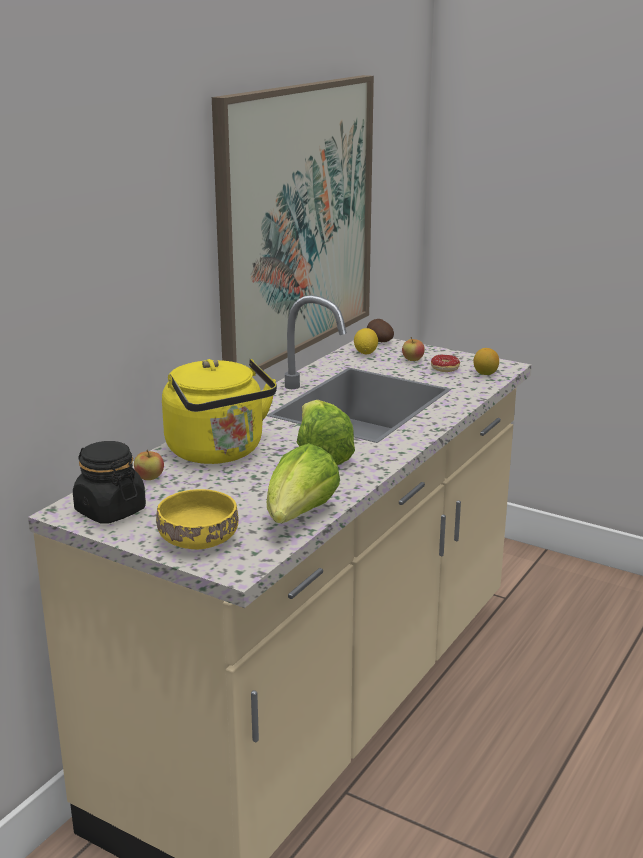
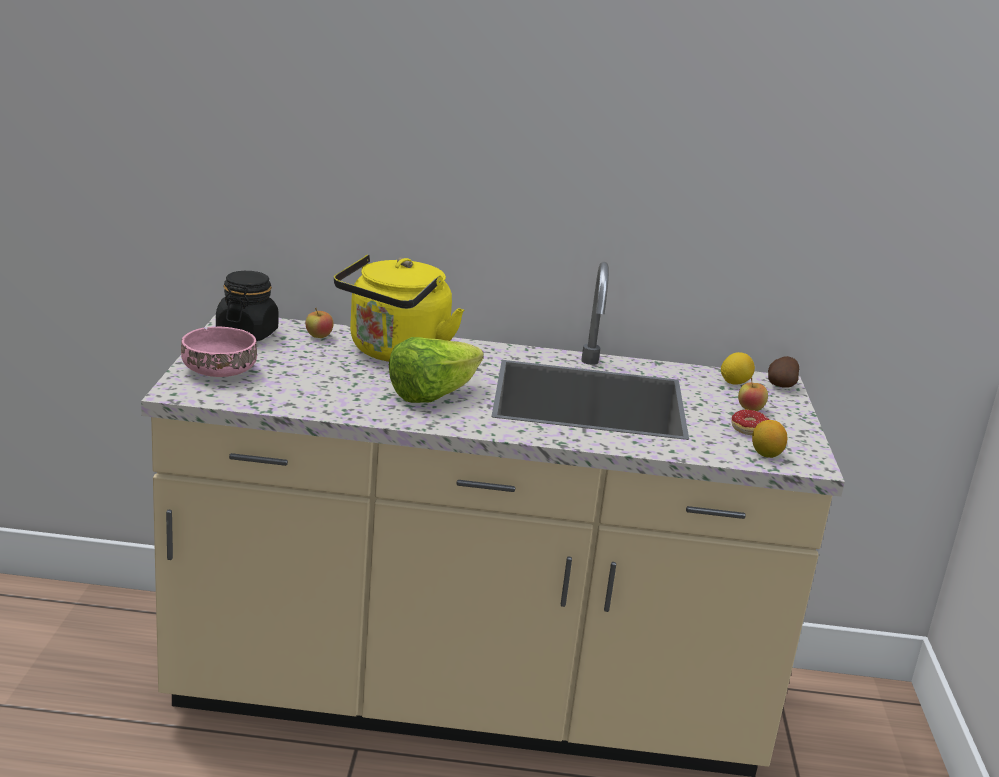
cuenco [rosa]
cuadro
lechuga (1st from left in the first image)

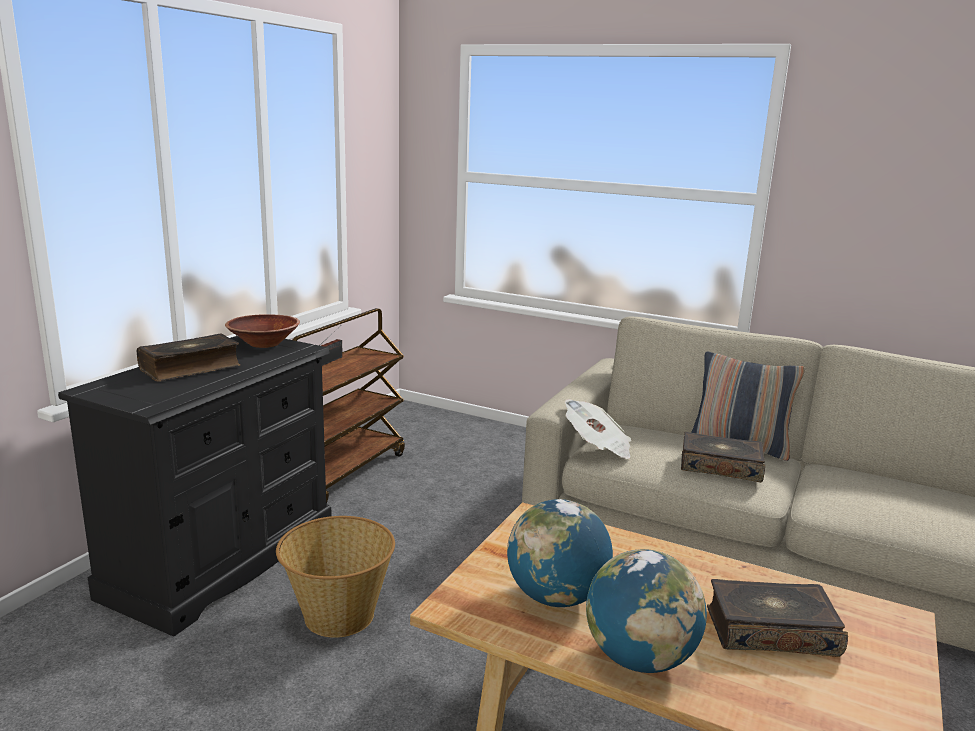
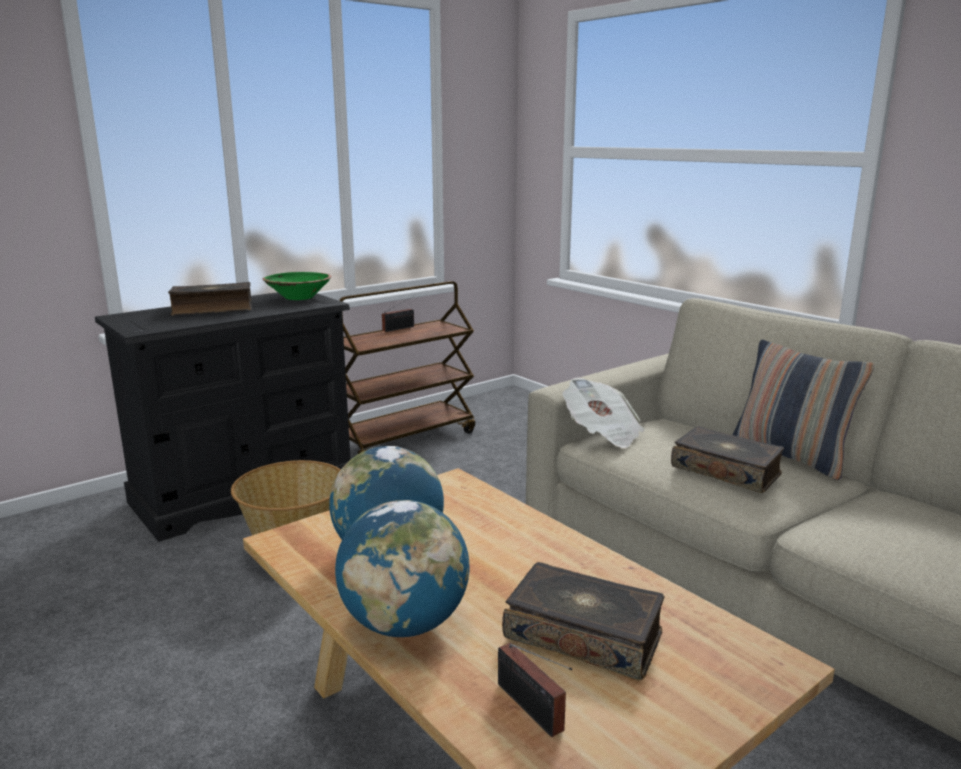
cuenco [verde]
radio (2nd from left)

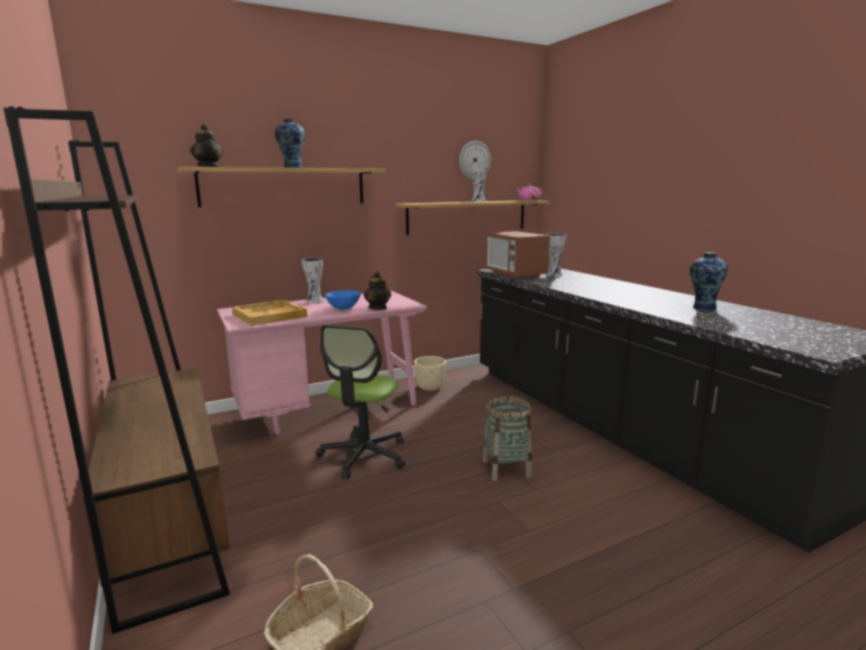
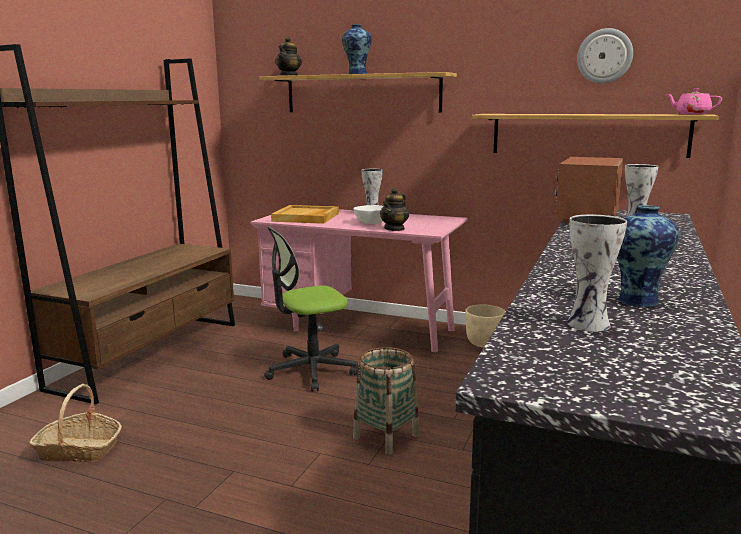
cuenco [blanco]
florero (3rd from left)

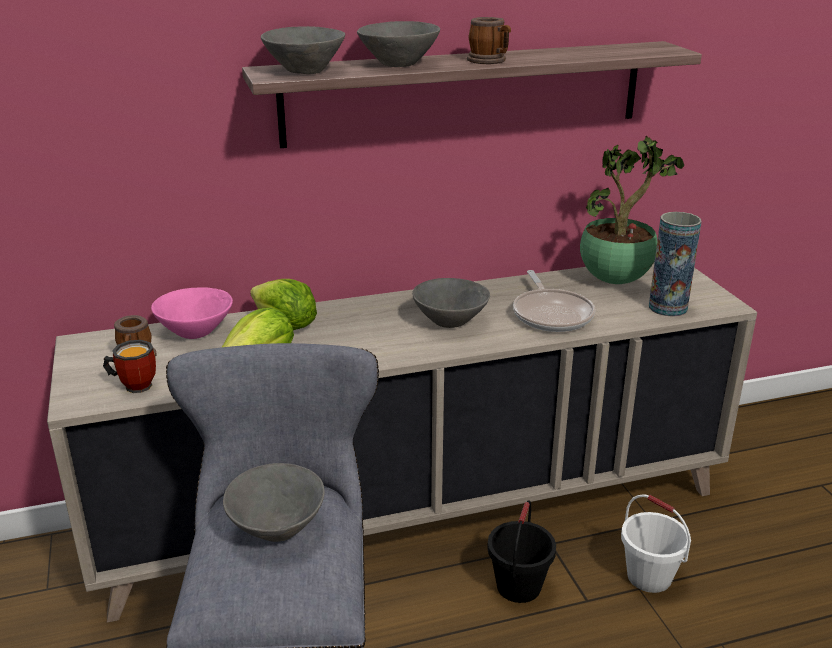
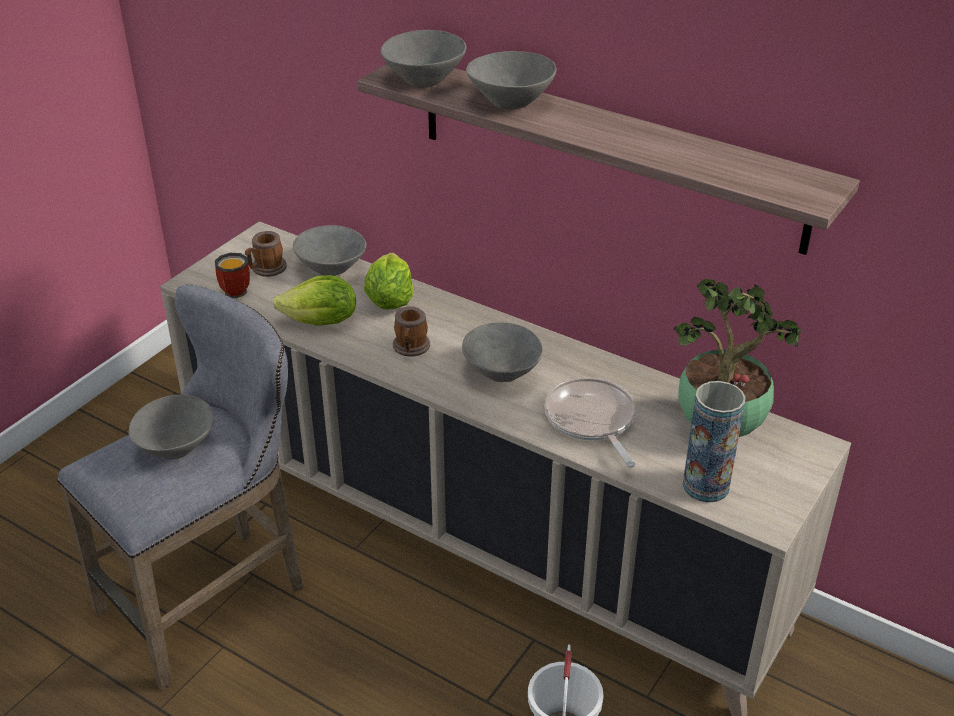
cuenco [gris] (2nd from left)
taza grande (3rd from left)
cubo [negro]
sartén

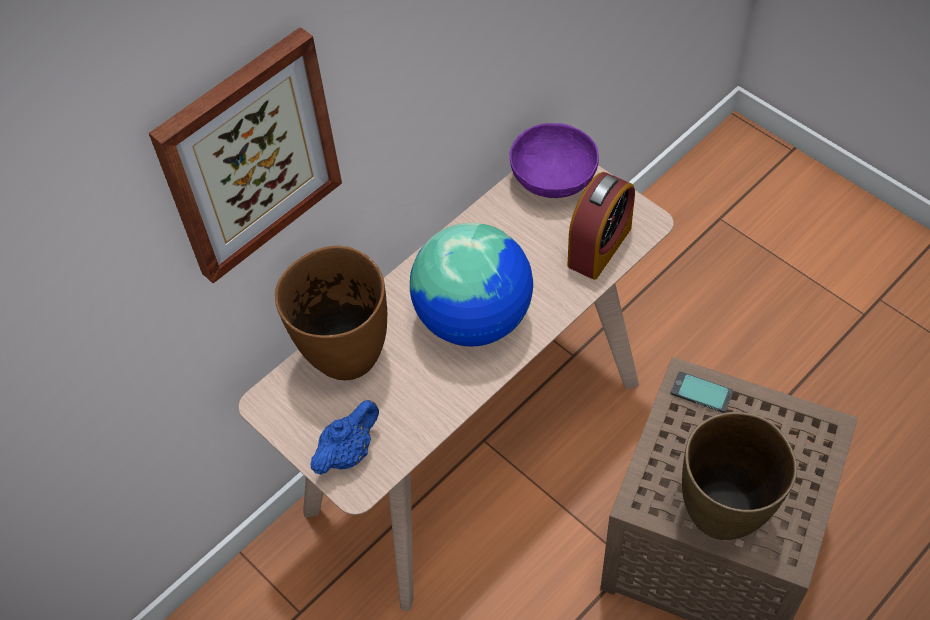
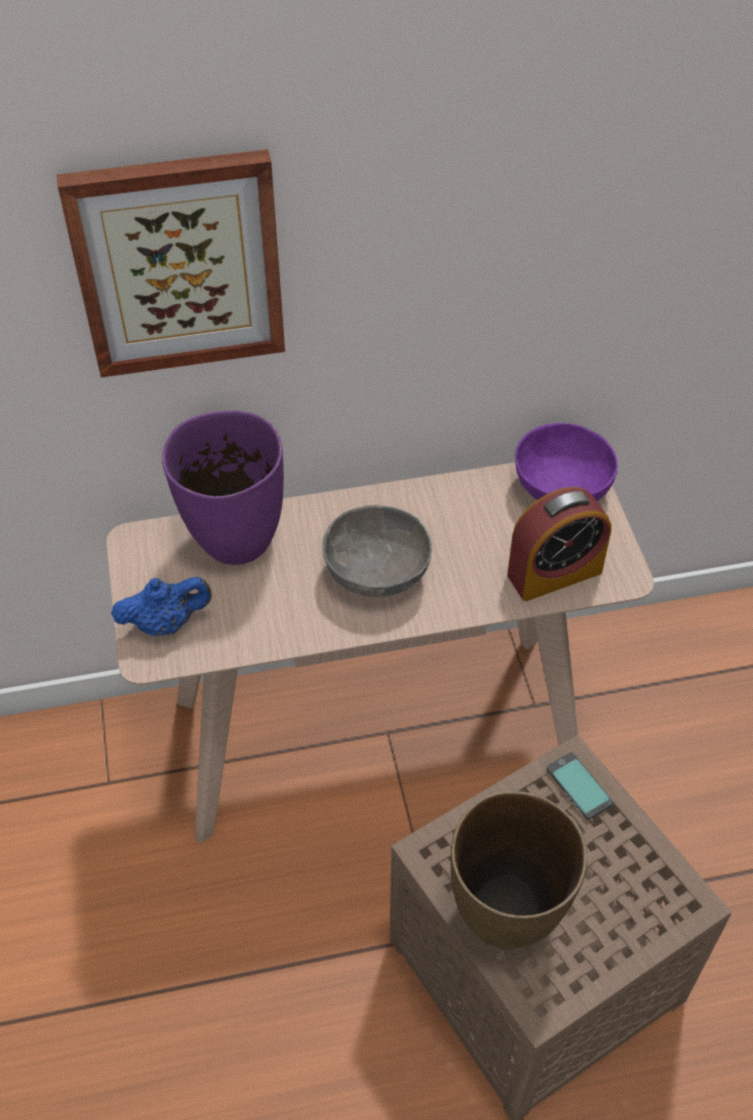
florero [morado]
cuenco [gris]

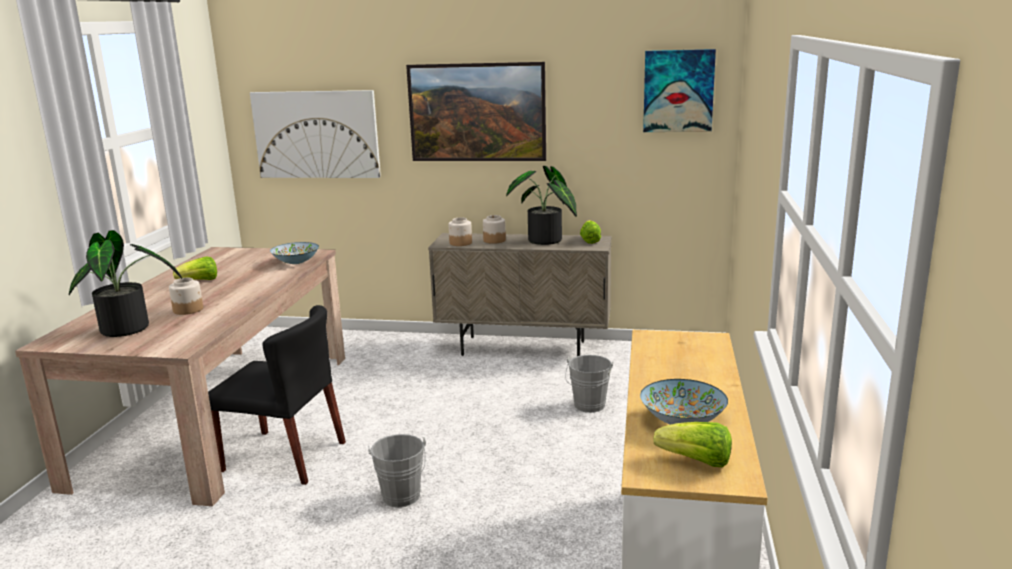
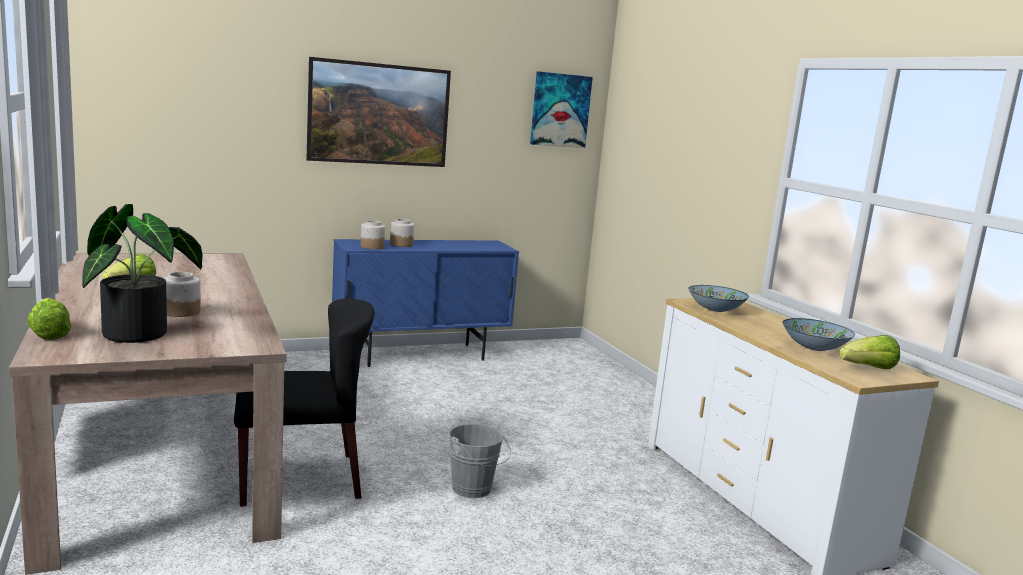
cuadro (1st from left in the first image)
cuenco (1st from left)
armario [azul]
planta en maceta (2nd from left in the first image)
cubo [gris] (2nd from left in the first image)
lechuga (1st from left)

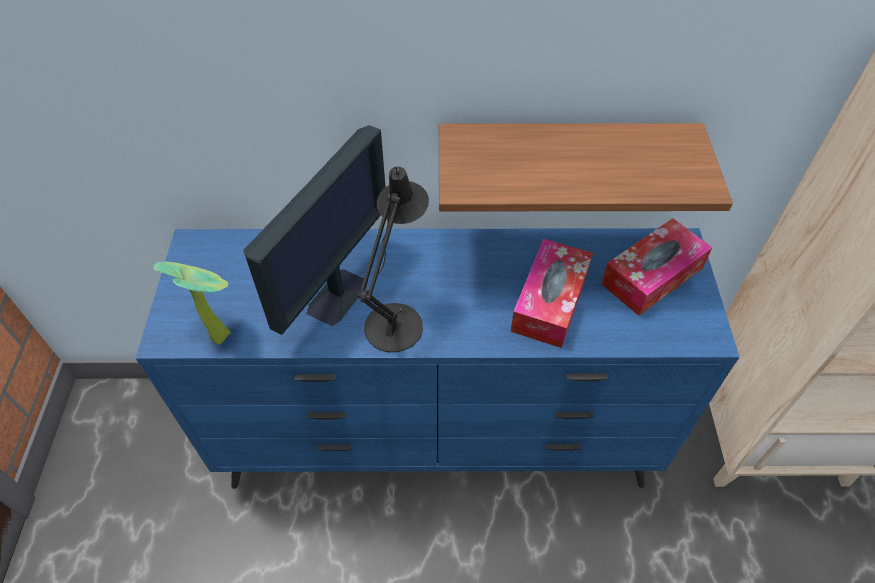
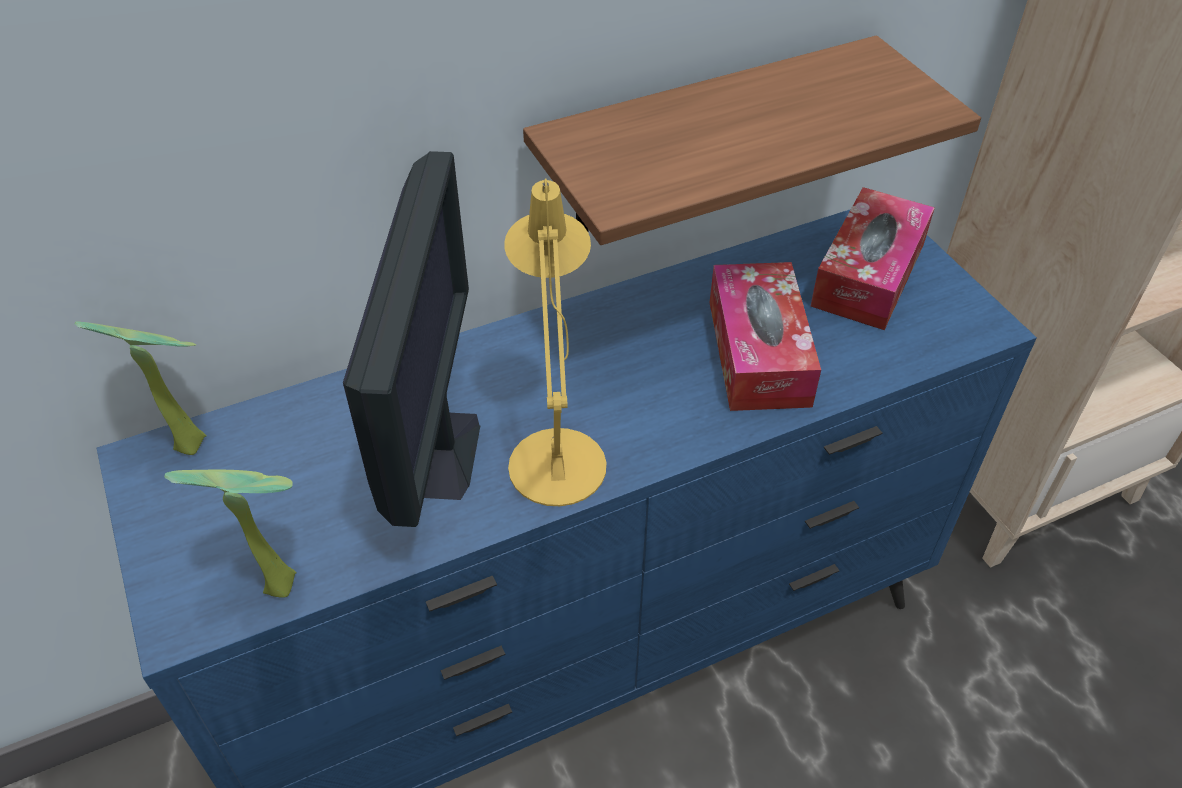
lámpara de mesa [amarillo]
planta en maceta (1st from left)

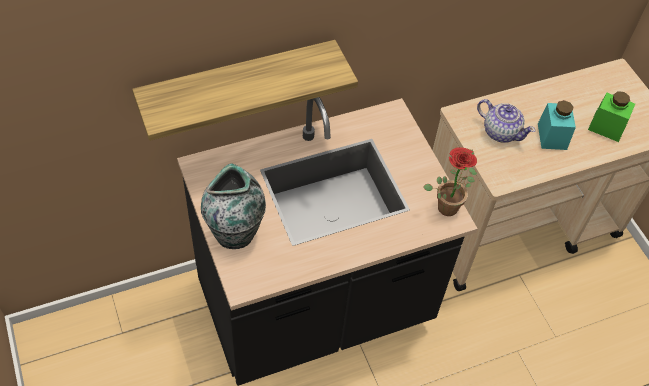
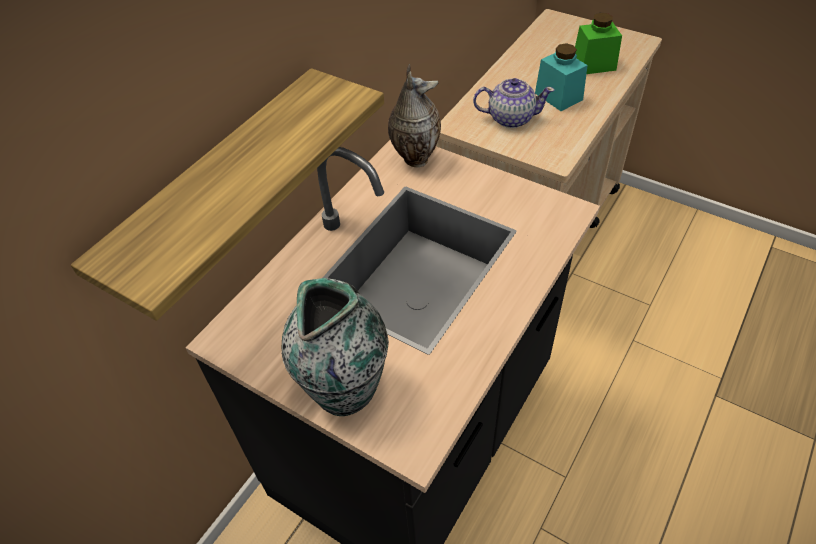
planta en maceta
florero (2nd from left)

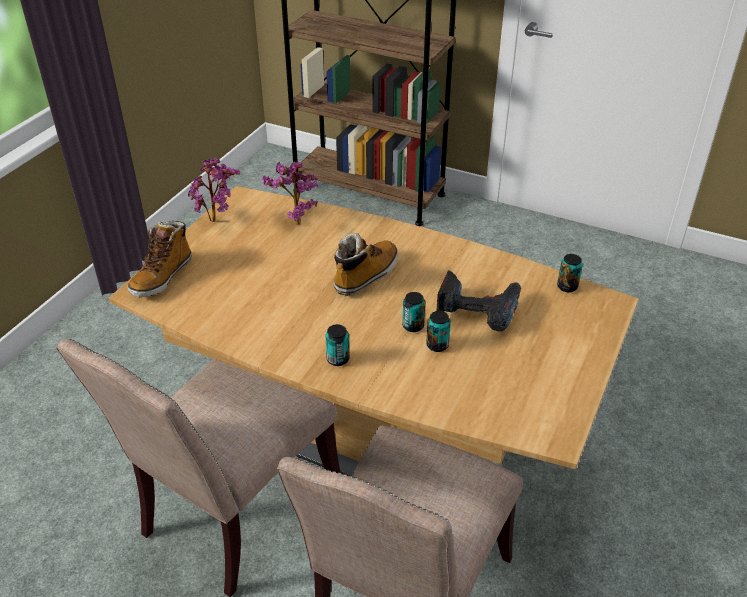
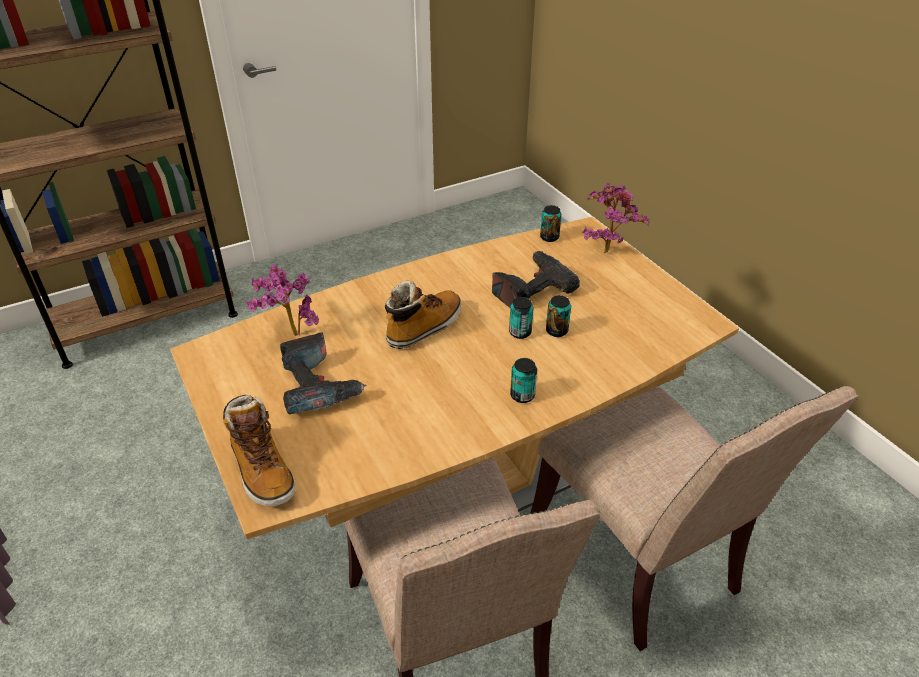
planta en maceta (2nd from left)
bota (2nd from left)
taladro (1st from left)

